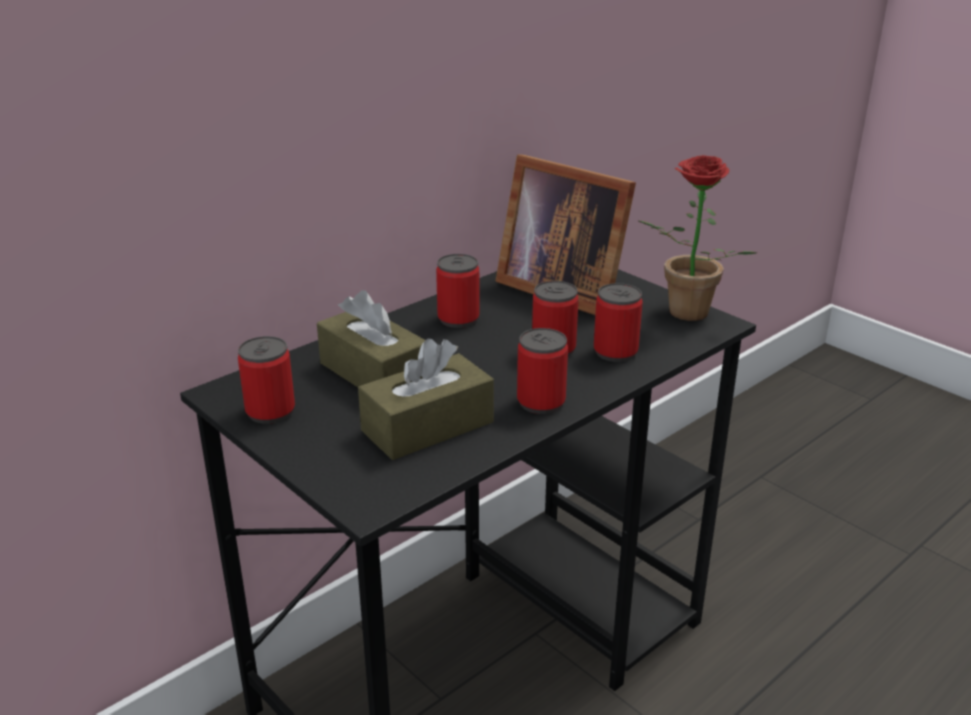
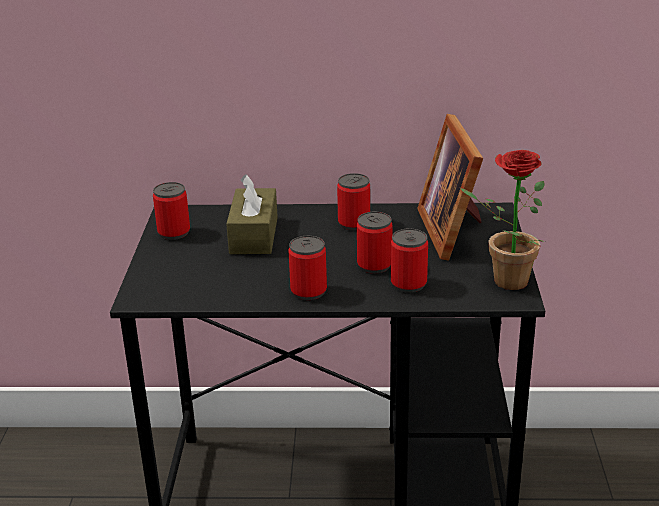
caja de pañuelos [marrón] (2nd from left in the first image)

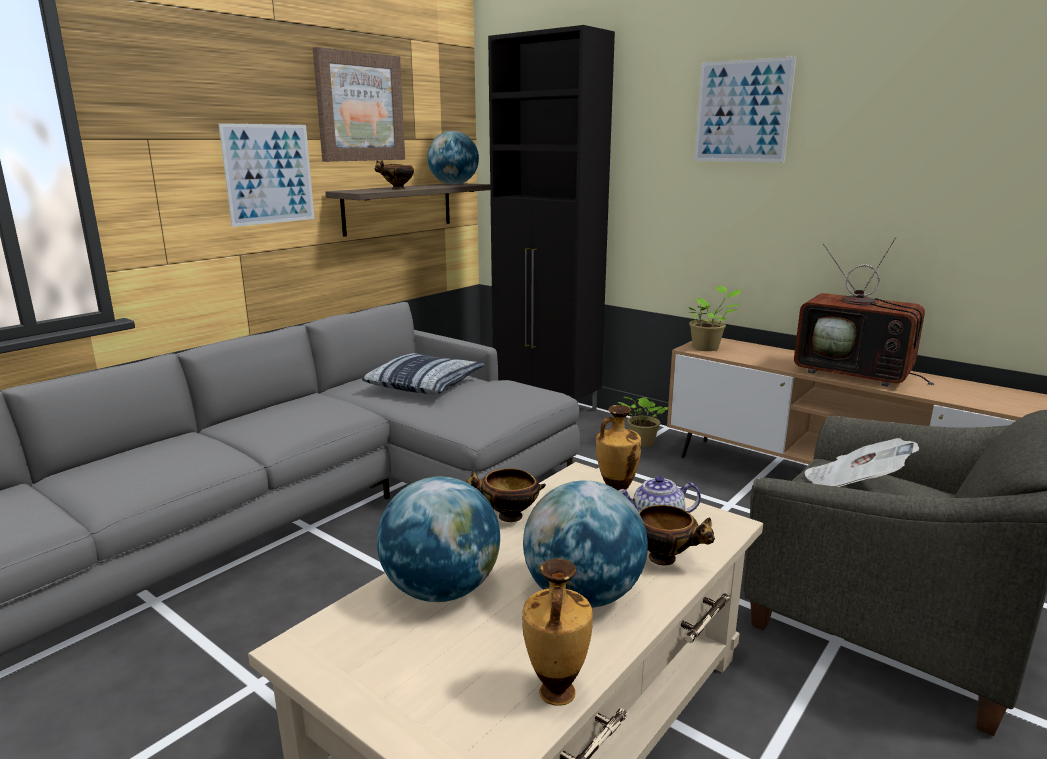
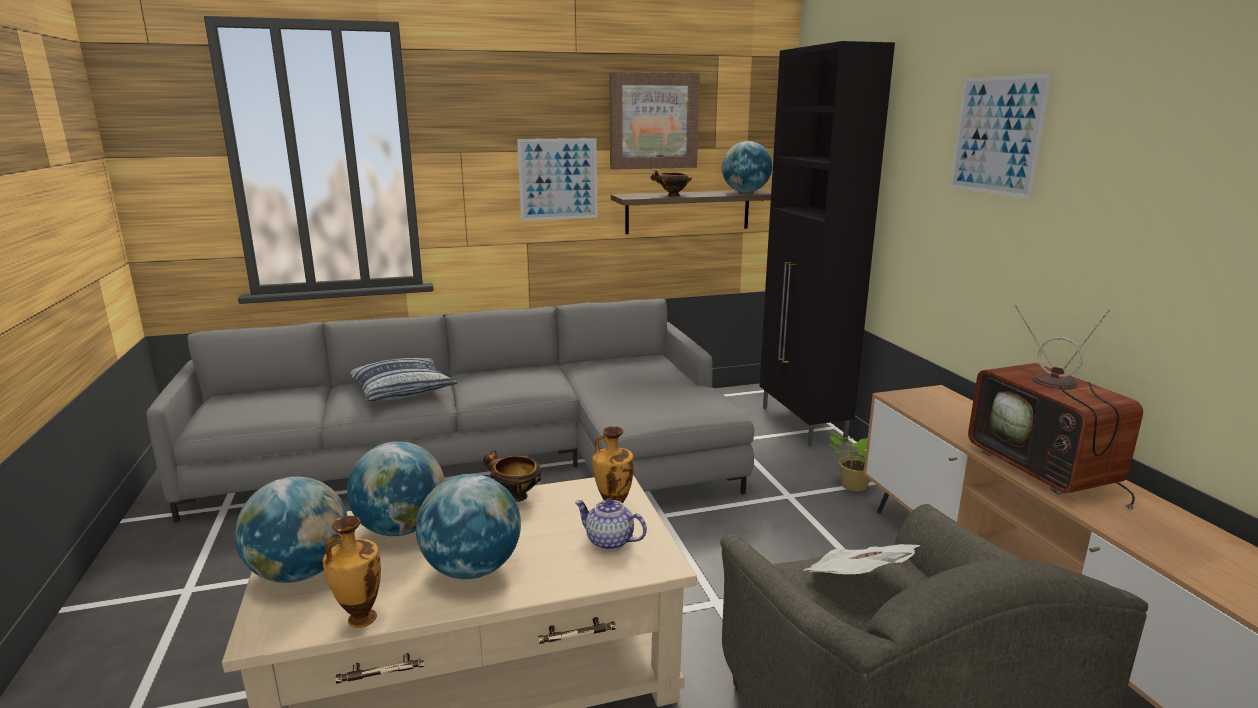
cojín
cuenco (3rd from left in the first image)
planta en maceta (2nd from left in the first image)
globo terráqueo (1st from left)

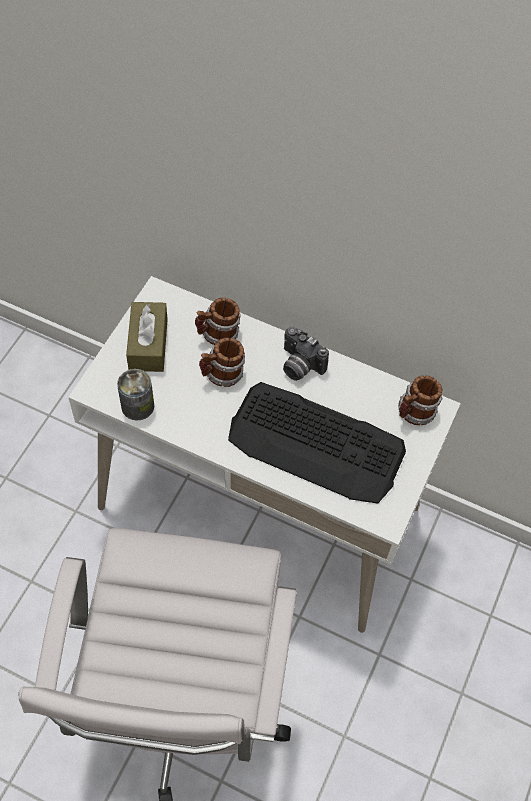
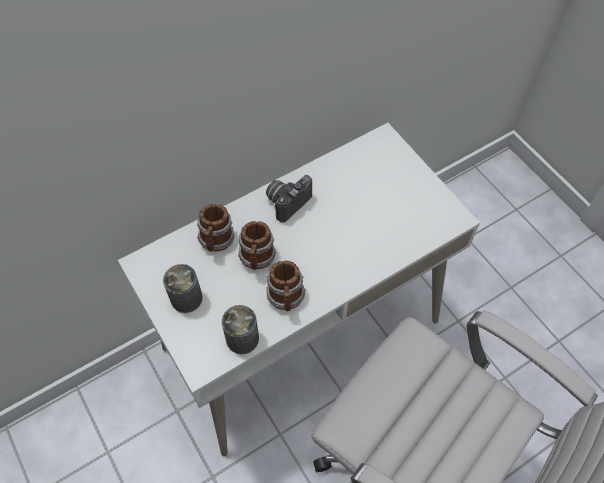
lata (1st from left)
teclado
cámara
taza grande (3rd from left)

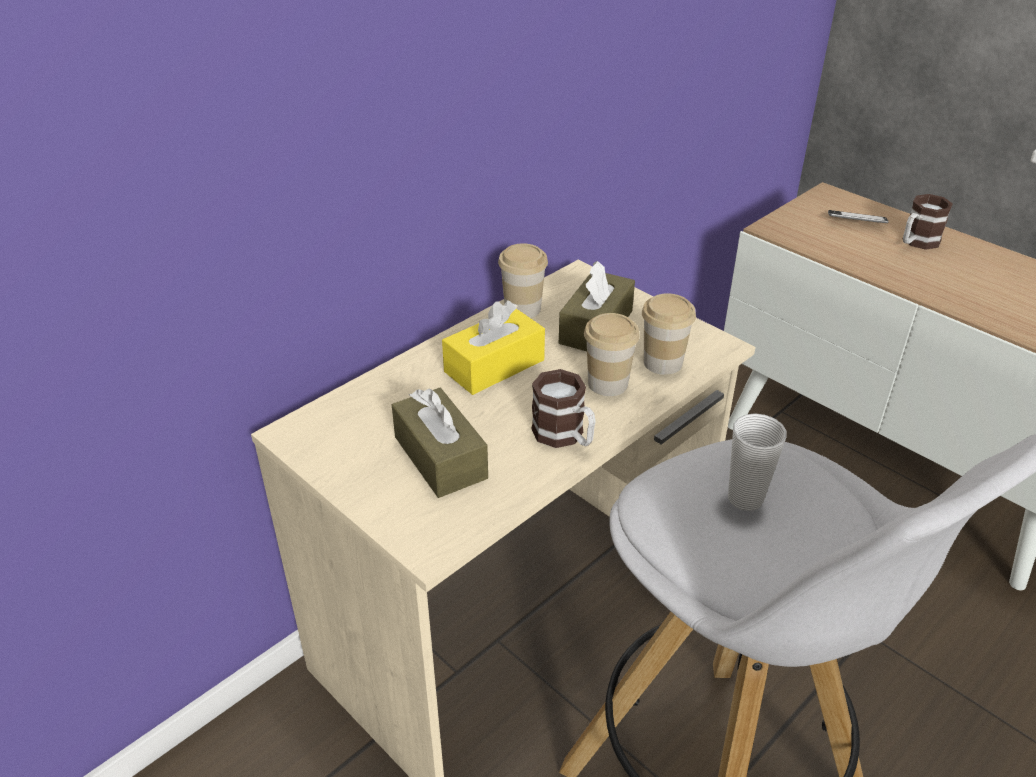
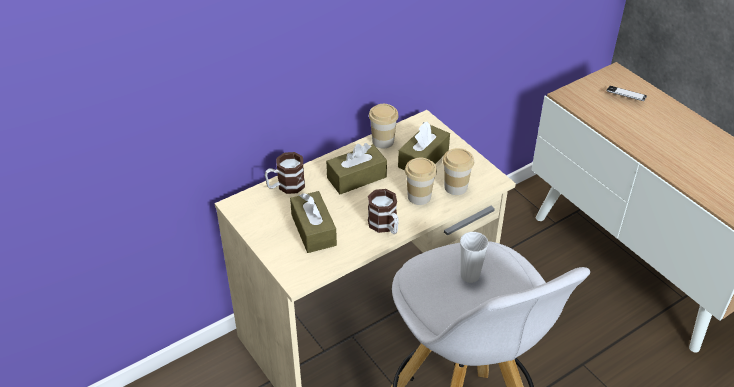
caja de pañuelos [marrón] (2nd from left)
taza grande (1st from left)

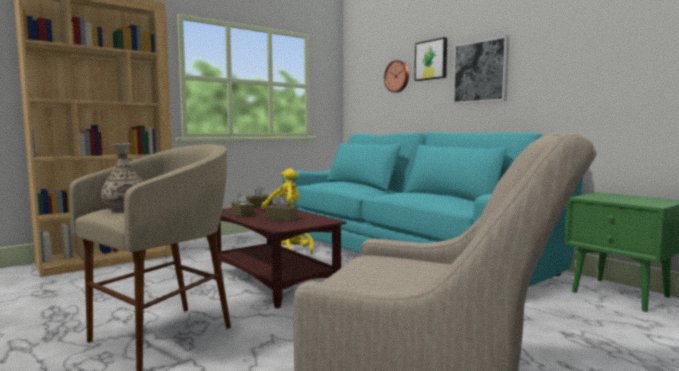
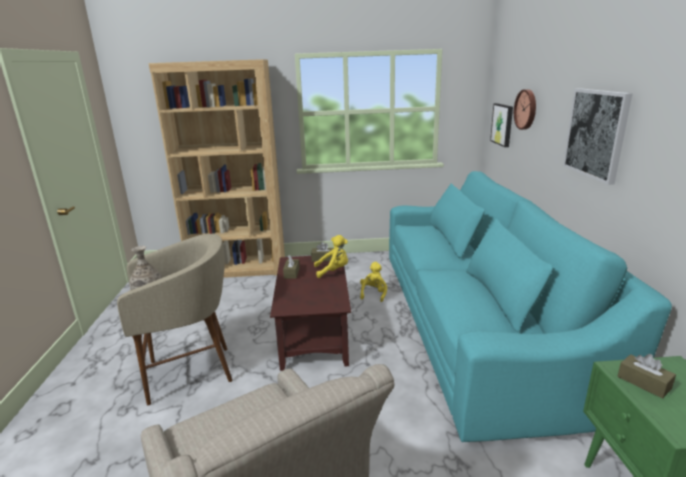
caja de pañuelos [marrón] (3rd from left)
cuadro (1st from left)

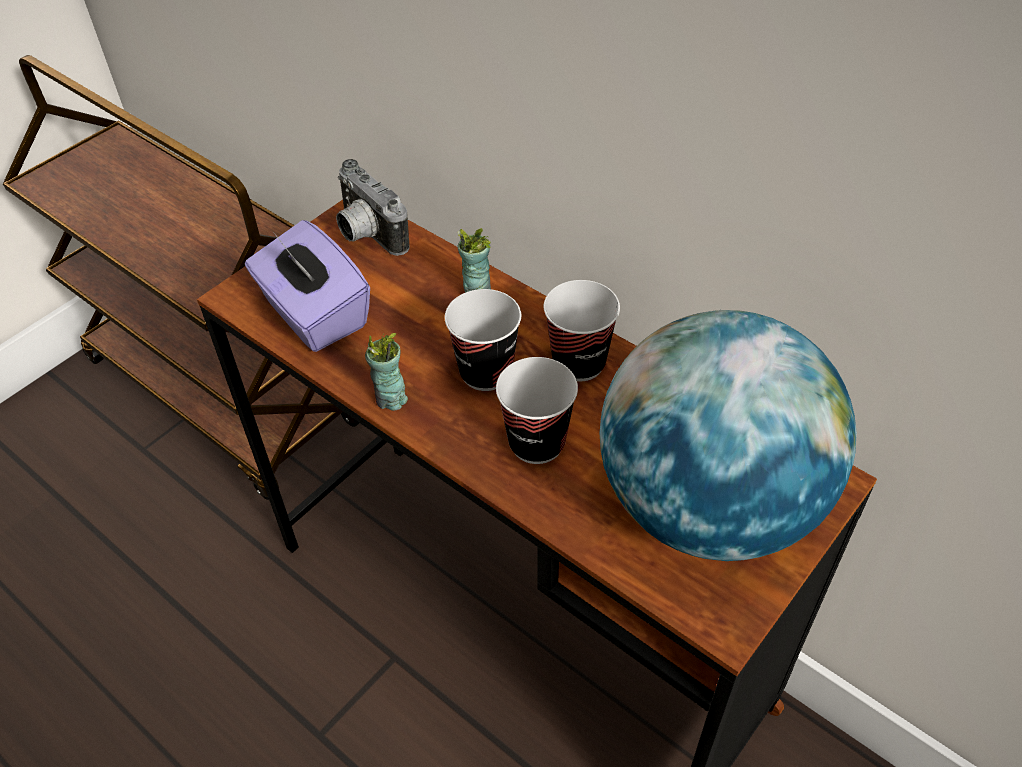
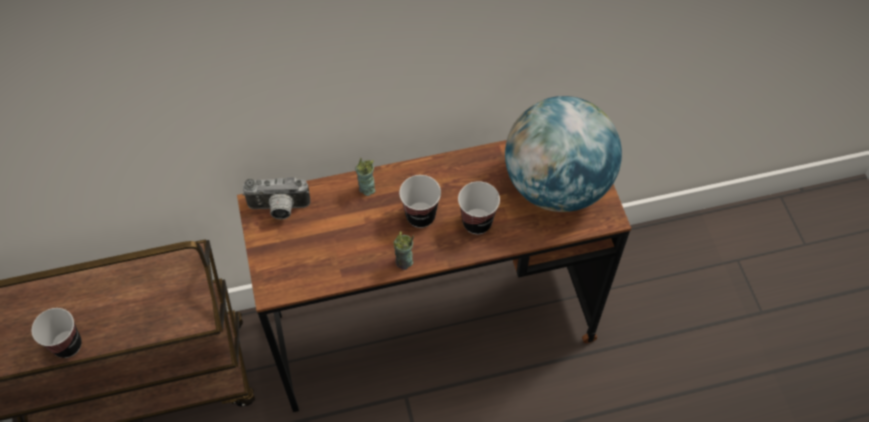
caja de pañuelos [morado]
taza (1st from left)

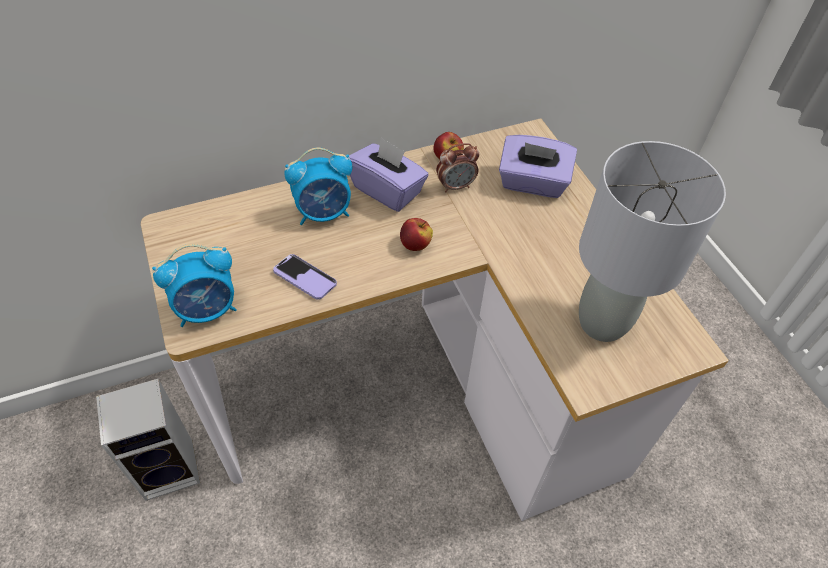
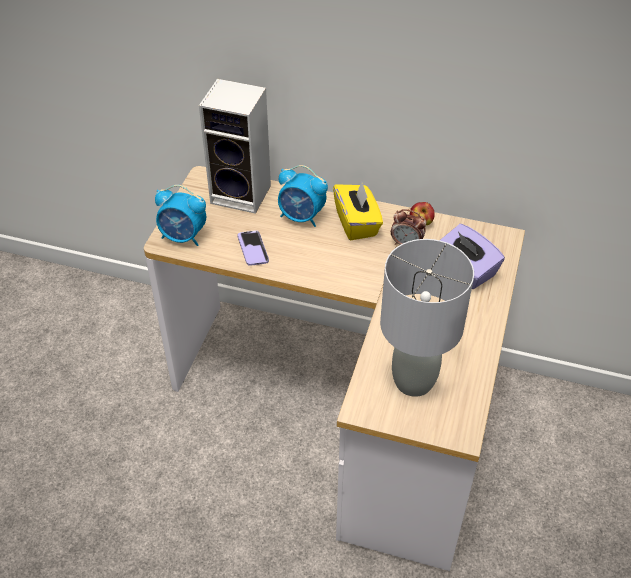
altavoz
caja de pañuelos [amarillo]
manzana (1st from left in the first image)

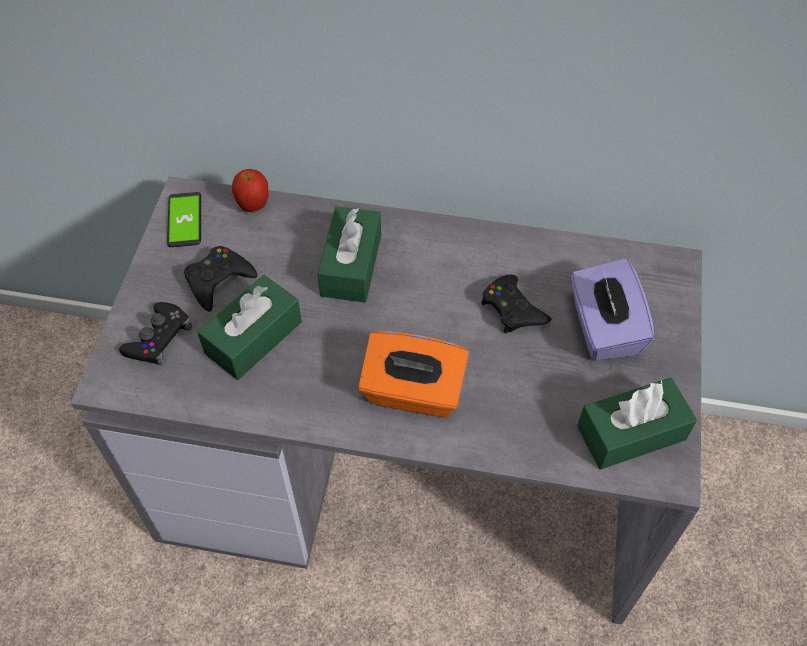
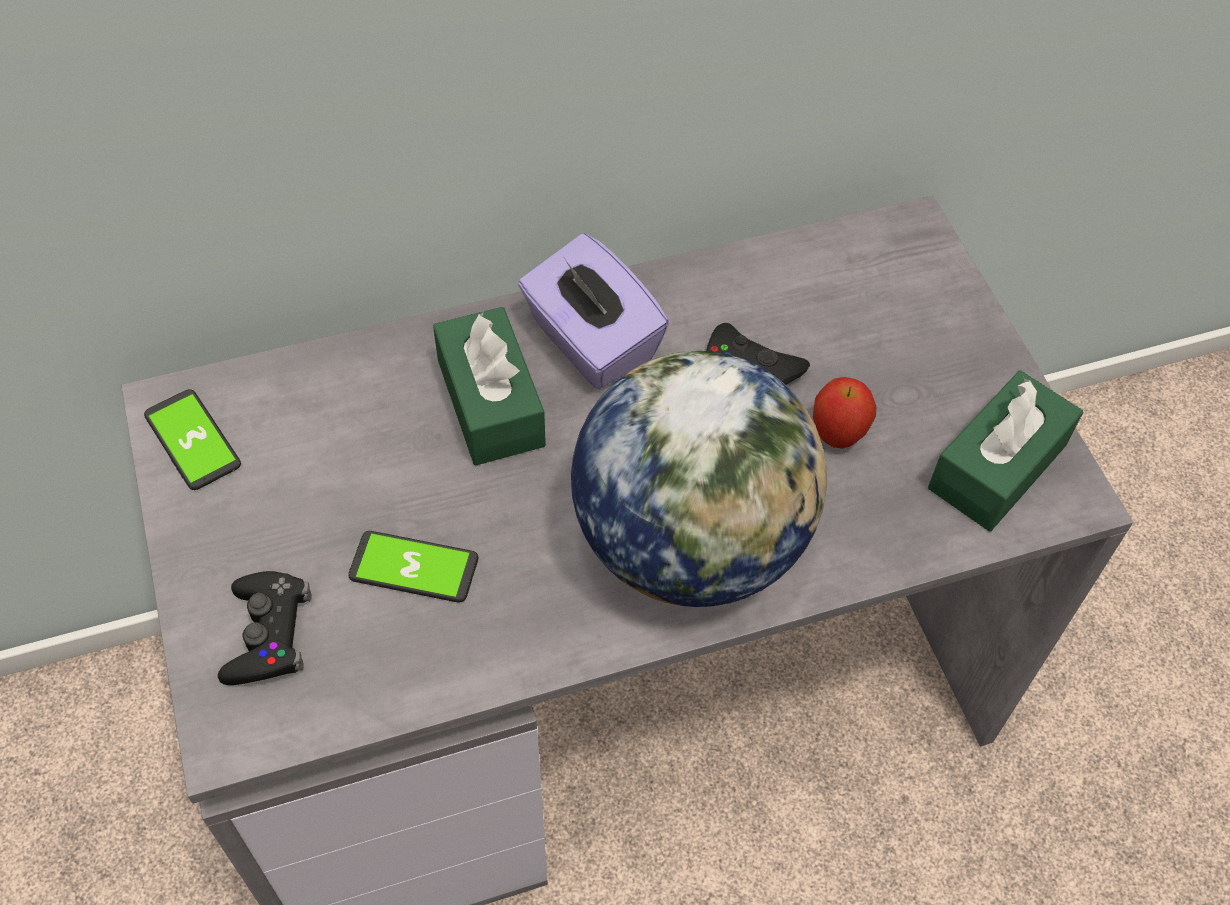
mando de consola [negro] (2nd from left in the first image)
móvil (2nd from left)
manzana
globo terráqueo
caja de pañuelos [morado]

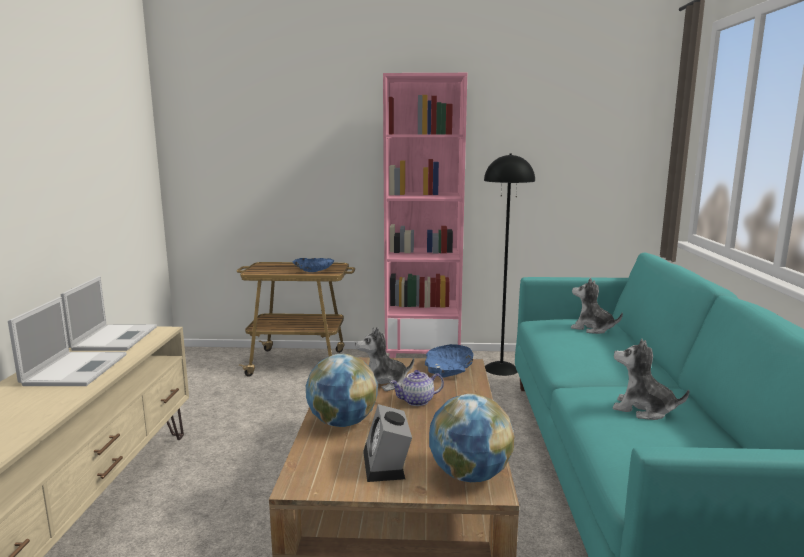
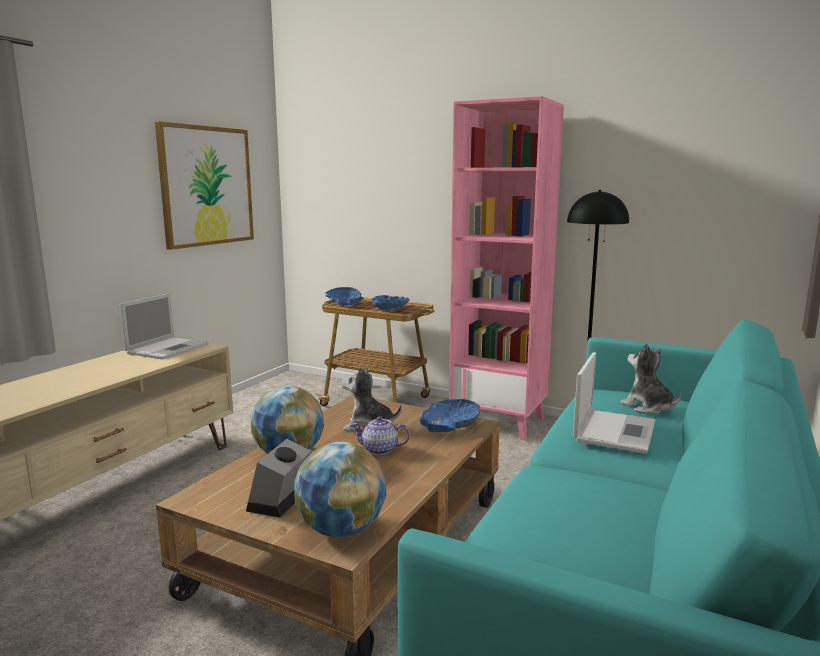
portátil (2nd from left)
peluche (3rd from left in the first image)
cuadro
cuenco [azul] (1st from left)

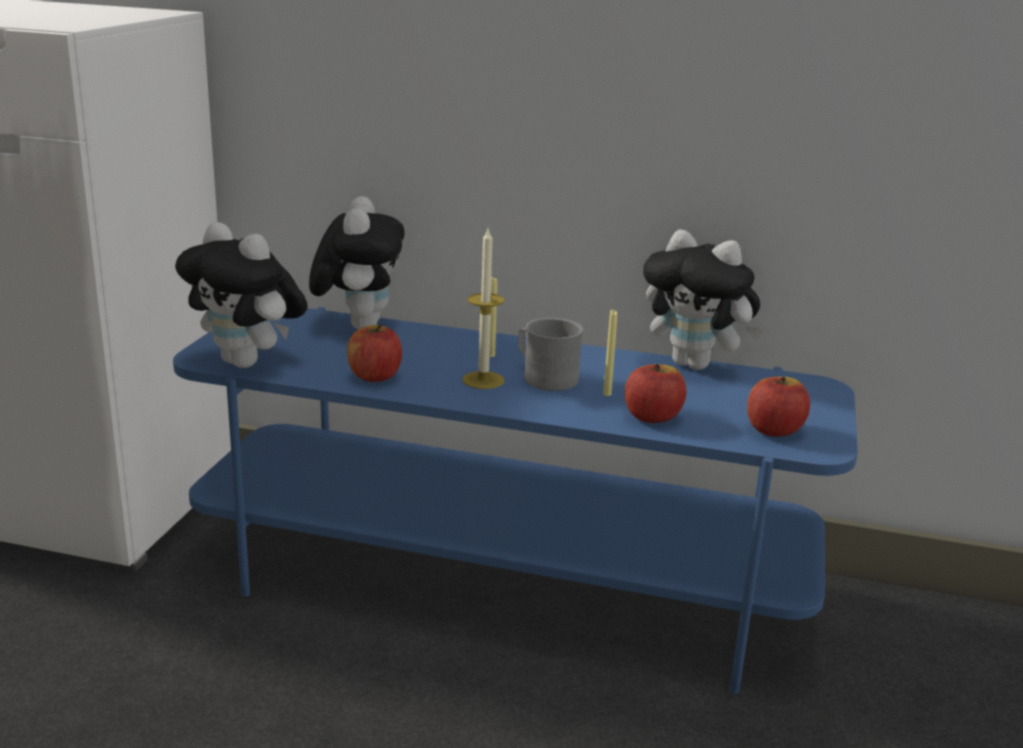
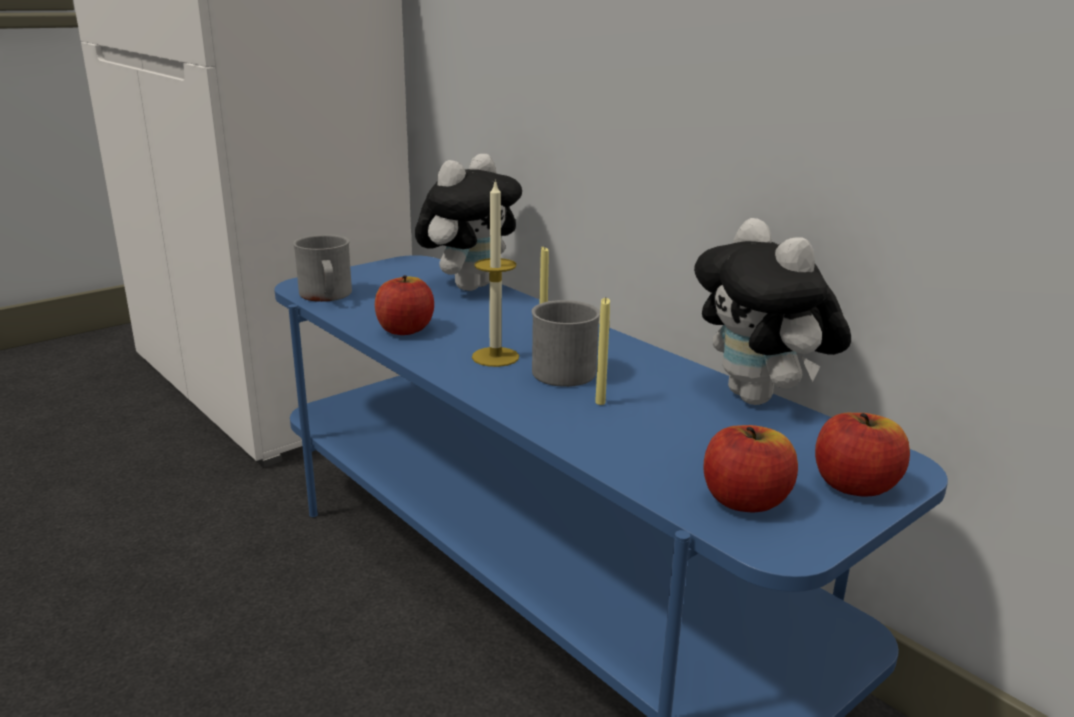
taza grande [gris] (1st from left)
manzana (3rd from left)

